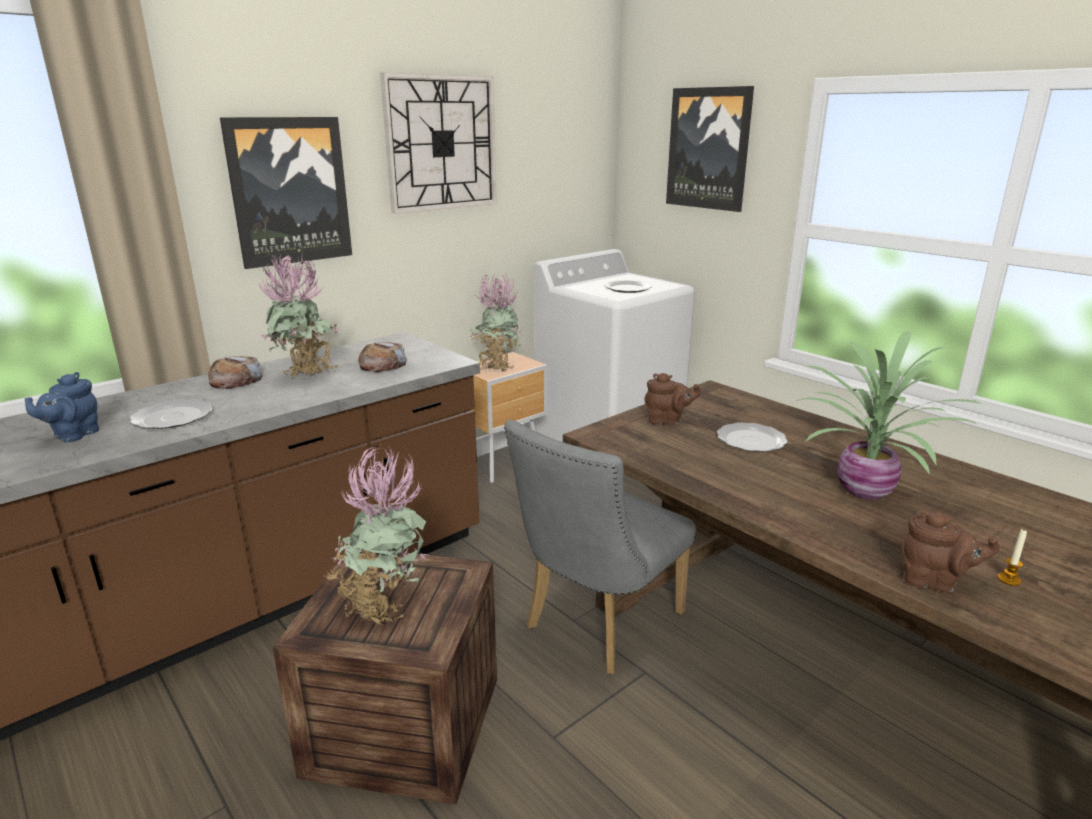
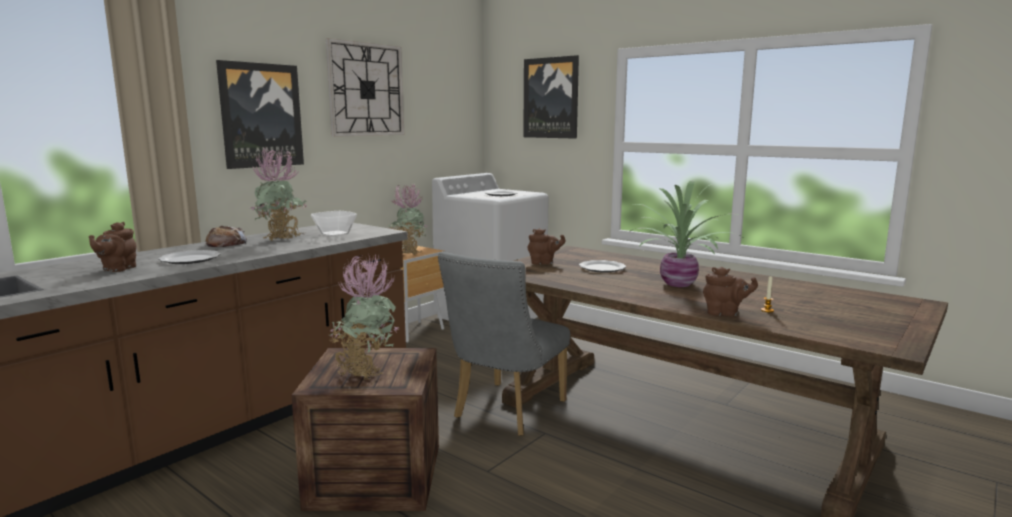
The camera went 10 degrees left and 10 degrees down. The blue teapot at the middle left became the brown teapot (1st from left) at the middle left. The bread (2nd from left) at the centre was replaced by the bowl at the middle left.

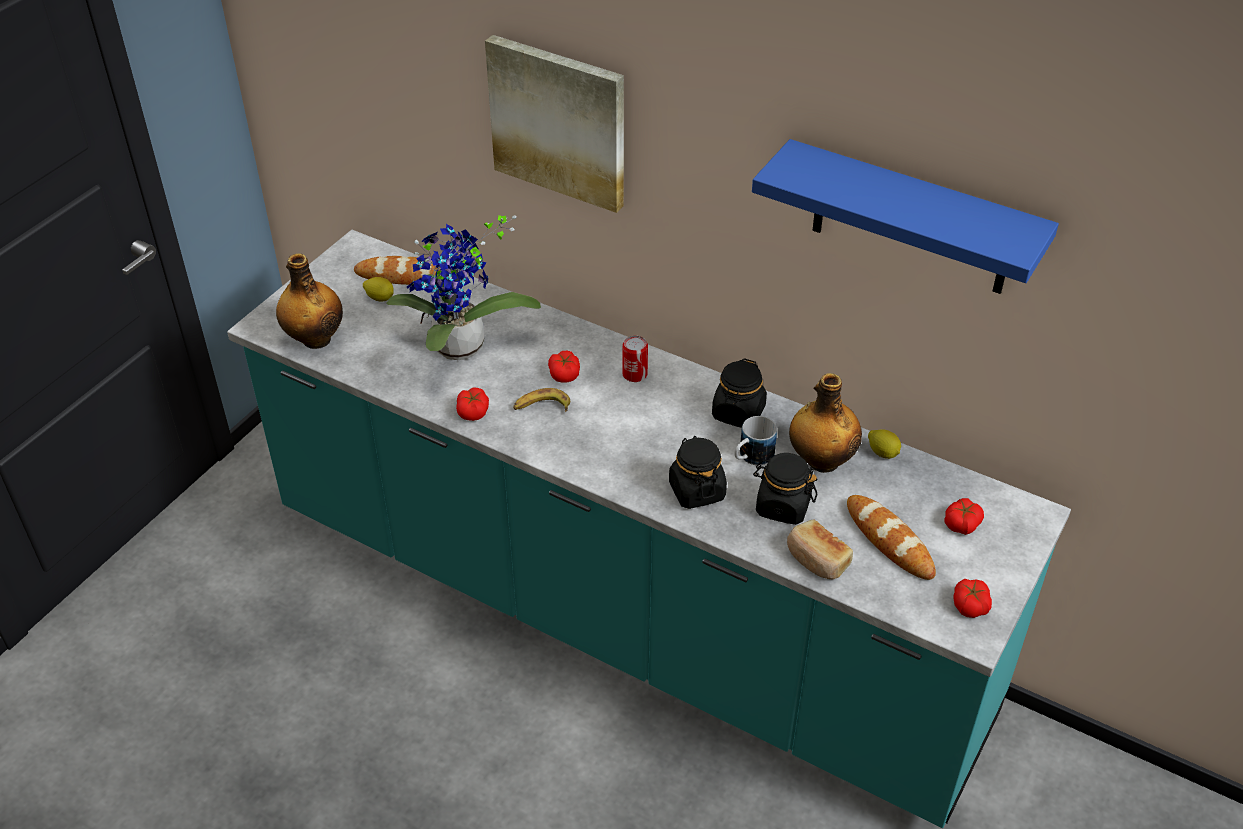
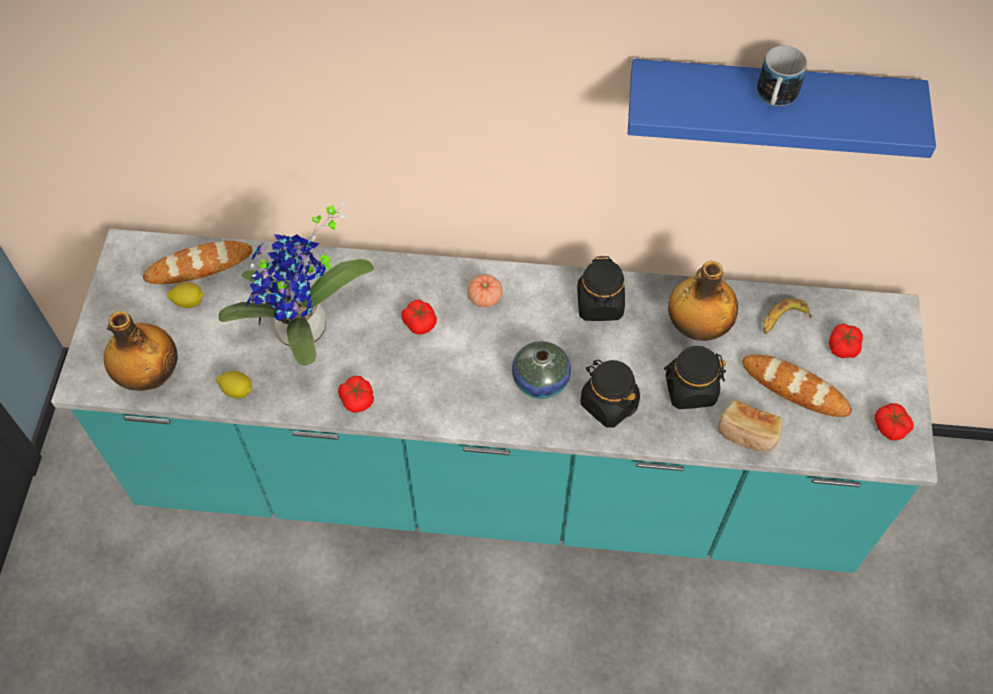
The camera went 25 degrees left and 15 degrees up. The picture at the top centre disappeared. The banana moved from the centre to the middle right. The can at the centre was replaced by the tomato (3rd from left) at the centre. The mug moved from the centre to the top right. The lemon (2nd from left) moved from the middle right to the middle left. The vase at the centre appeared.

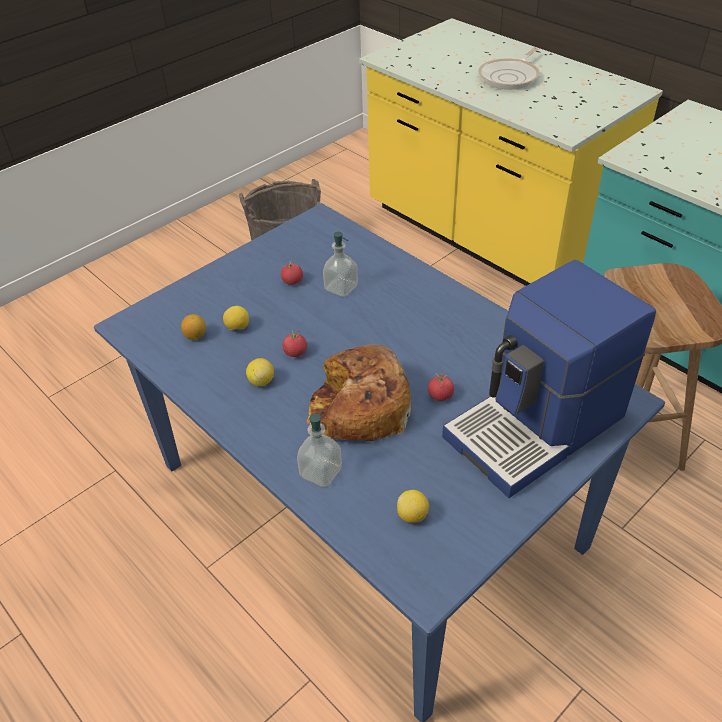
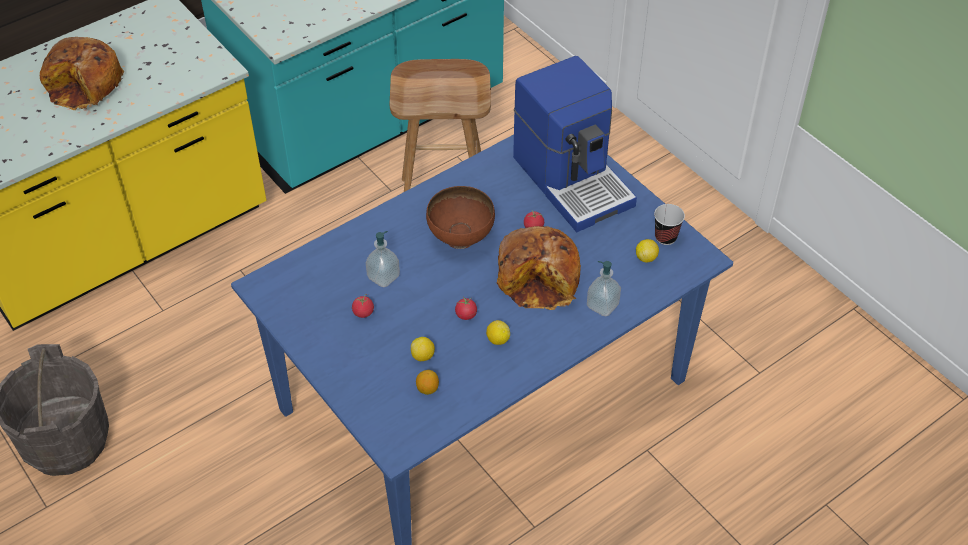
The camera went 85 degrees left and 5 degrees up. The frying pan at the top right was replaced by the bread (1st from left) at the top left. The brown bowl at the centre appeared. The cup at the middle right appeared.

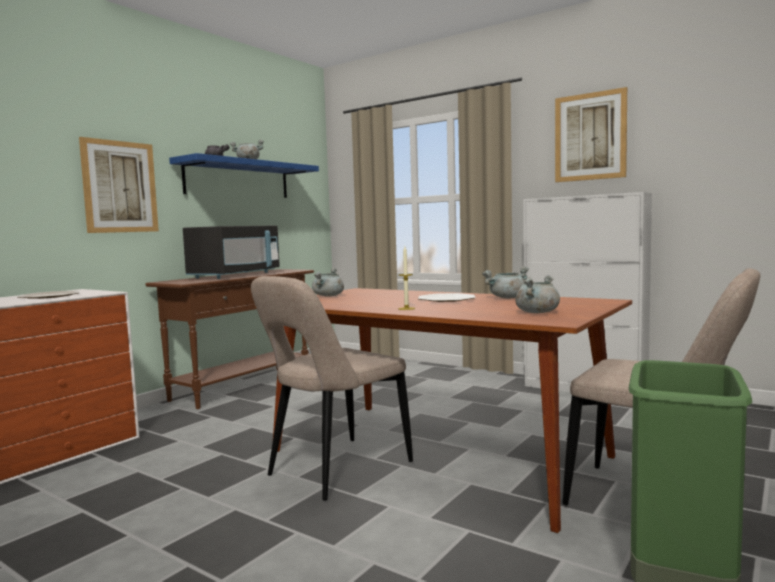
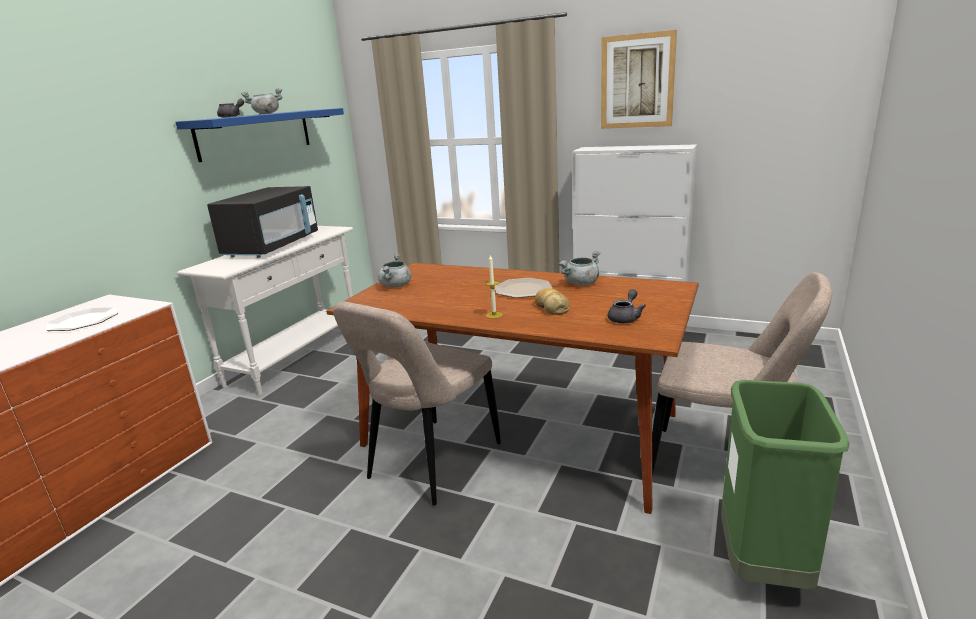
The camera went 10 degrees left and 15 degrees up. The picture (1st from left) at the top left disappeared. The brown console table at the middle left became the white console table at the middle left. The grey cooking pot (4th from left) at the middle right was replaced by the grey teapot (2nd from left) at the centre. The bread at the centre appeared.

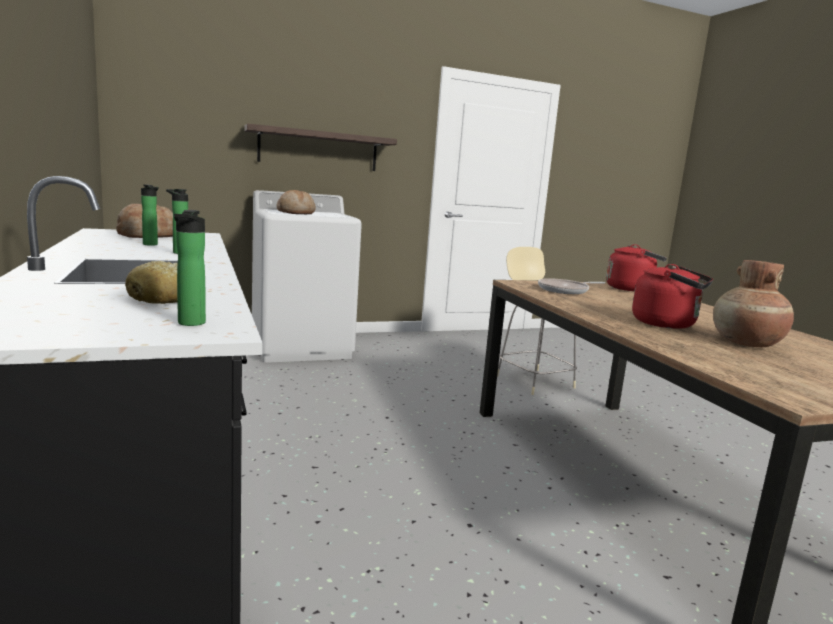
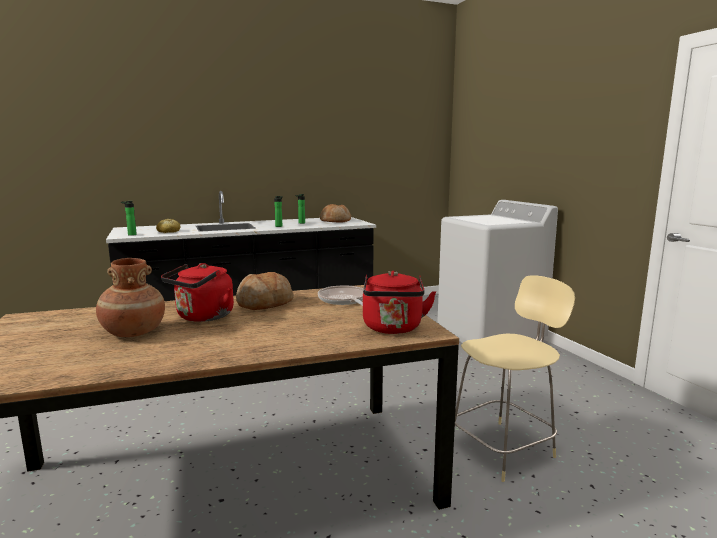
The camera went 90 degrees right and 0 degrees up. The shelf at the top centre disappeared. The bread (3rd from left in the first image) moved from the top centre to the centre.

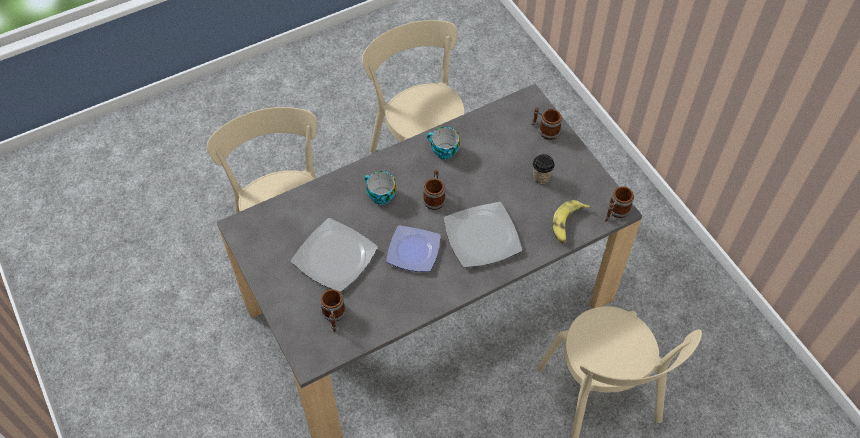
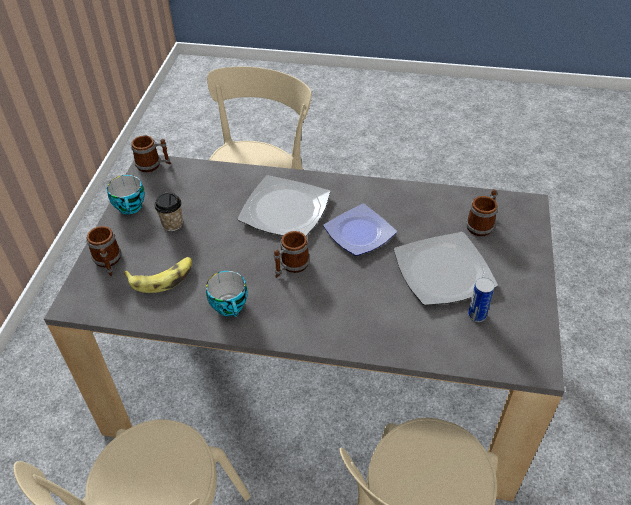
The camera went 140 degrees left and 10 degrees down. The cup (1st from left) moved from the centre to the middle left. The banana moved from the centre to the middle left. The can at the middle right appeared.

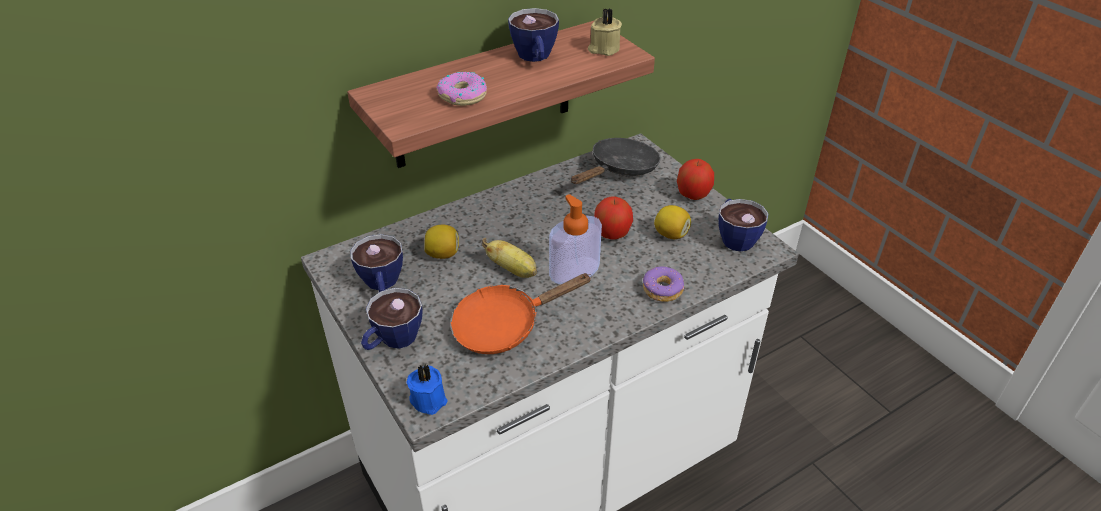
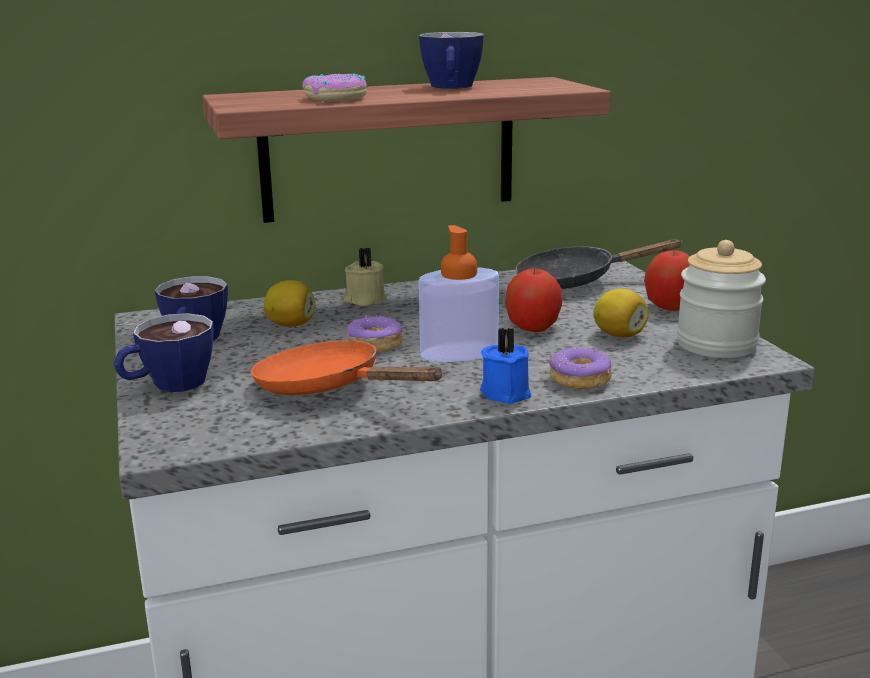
The camera went 15 degrees right and 20 degrees down. The blue candle moved from the bottom centre to the centre. The orange frying pan at the centre turned 45 degrees clockwise. The banana at the centre was replaced by the donut (2nd from left) at the centre. The black frying pan at the top centre turned 150 degrees counterclockwise. The beige candle moved from the top centre to the centre. The cup (4th from left) at the middle right was replaced by the jar at the middle right.

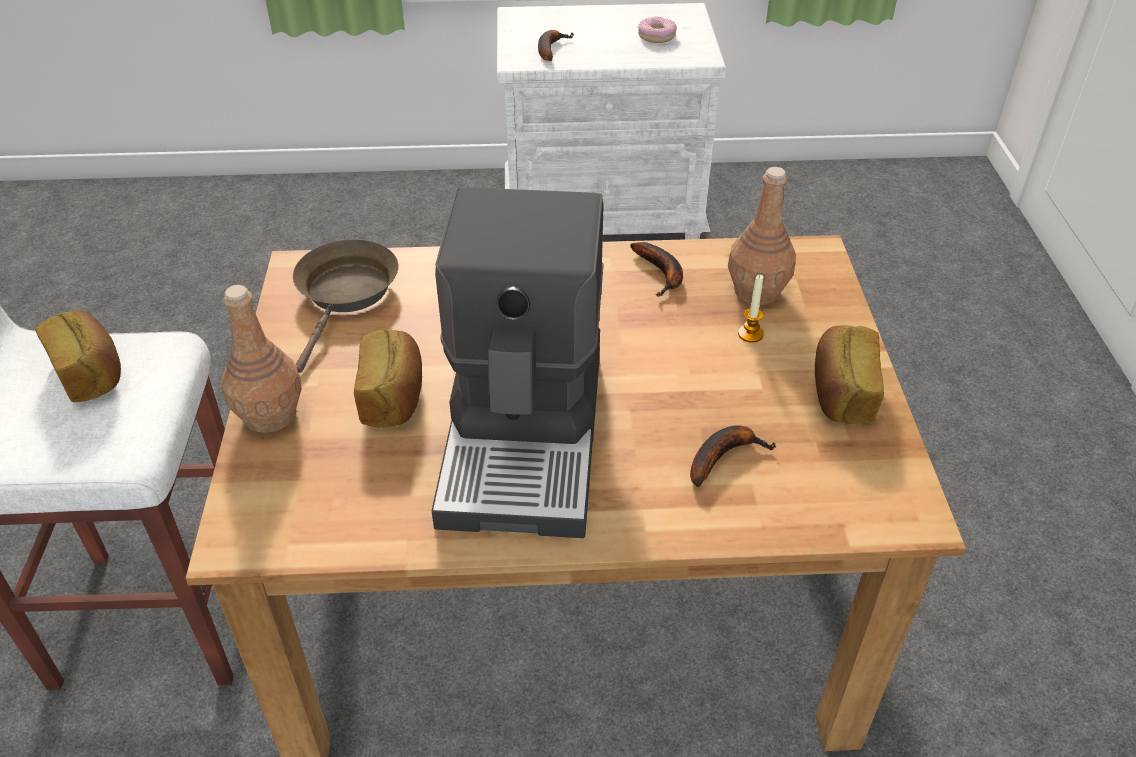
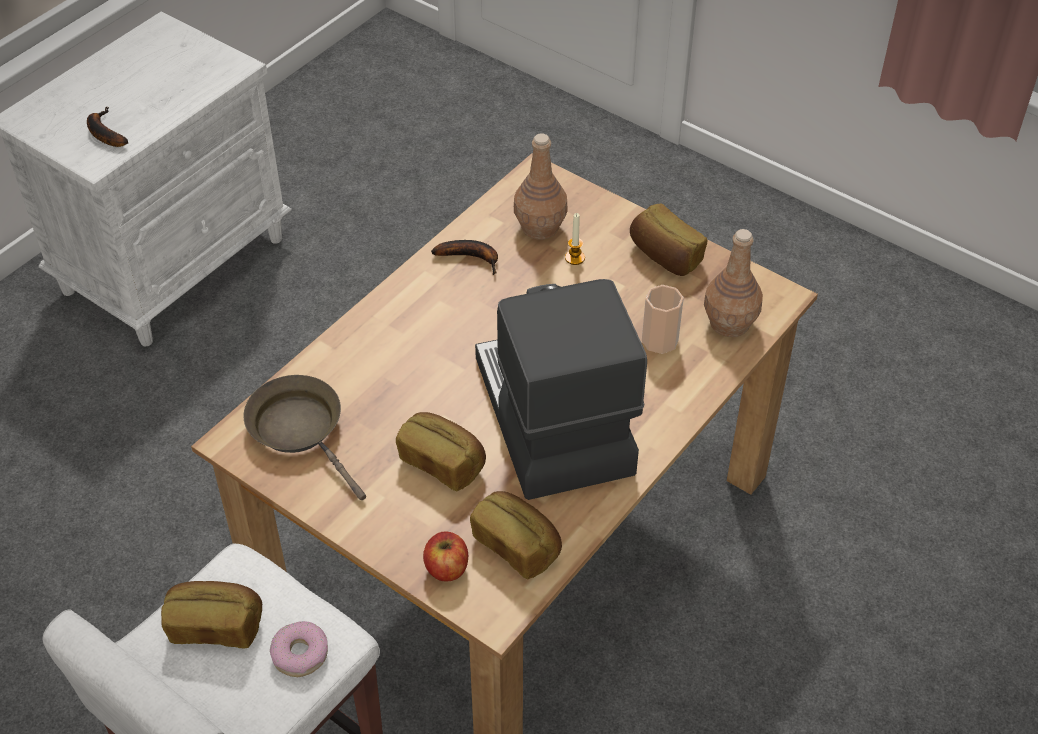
The camera went 50 degrees left and 5 degrees up. The brown bottle (1st from left in the first image) moved from the middle left to the middle right. The coffee machine at the centre turned 150 degrees counterclockwise. The donut moved from the top centre to the bottom left. The banana (3rd from left) at the centre was replaced by the cup at the centre. The apple at the bottom centre appeared. The bread (3rd from left) at the bottom centre appeared.

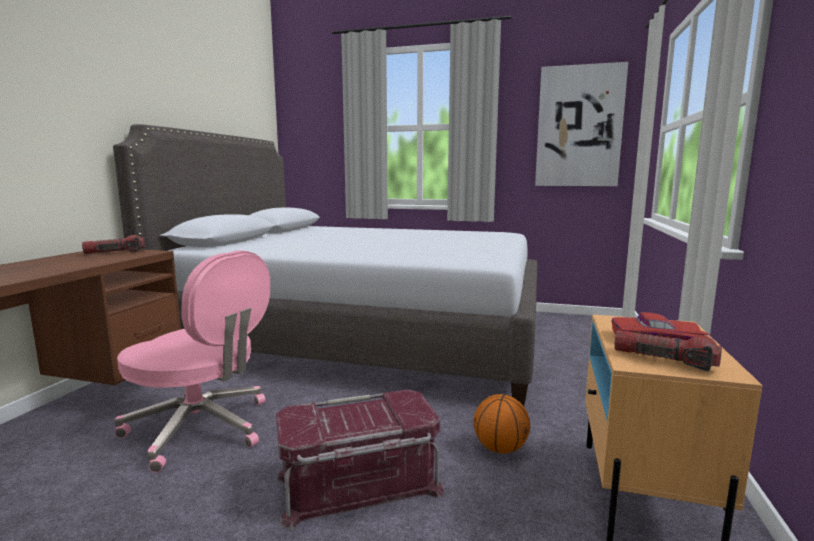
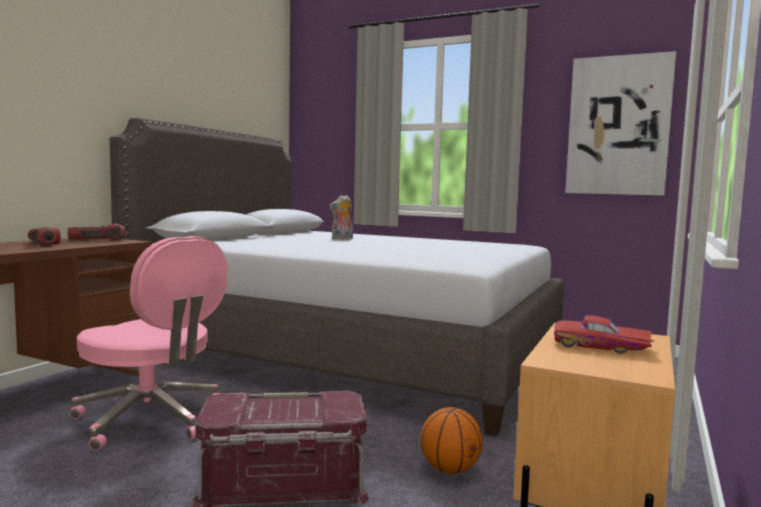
The camera went 10 degrees right and 5 degrees down. The flashlight (2nd from left in the first image) moved from the middle right to the middle left. The plush toy at the centre appeared.

